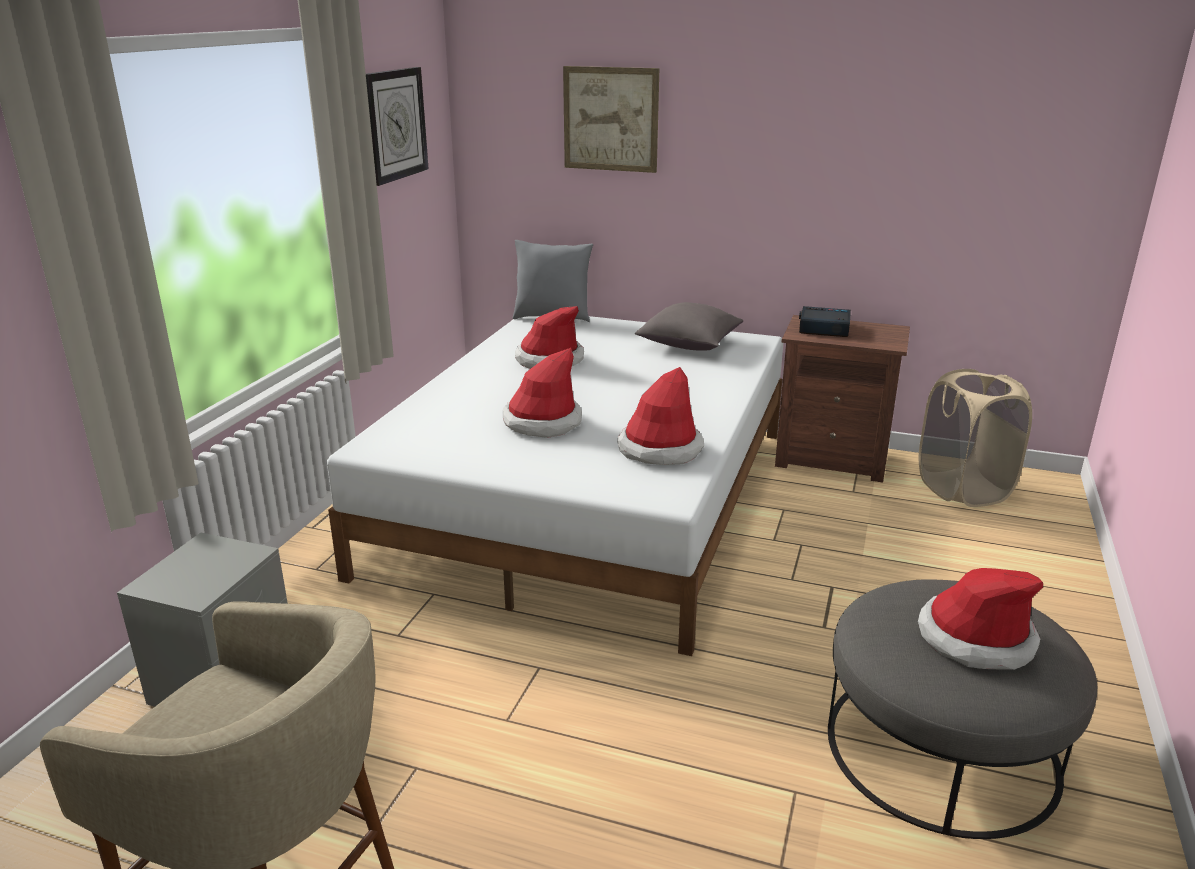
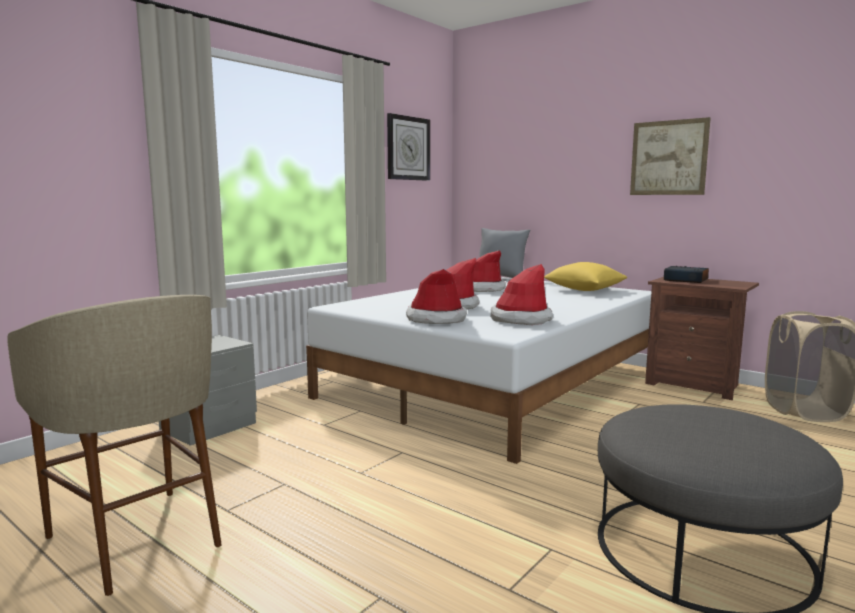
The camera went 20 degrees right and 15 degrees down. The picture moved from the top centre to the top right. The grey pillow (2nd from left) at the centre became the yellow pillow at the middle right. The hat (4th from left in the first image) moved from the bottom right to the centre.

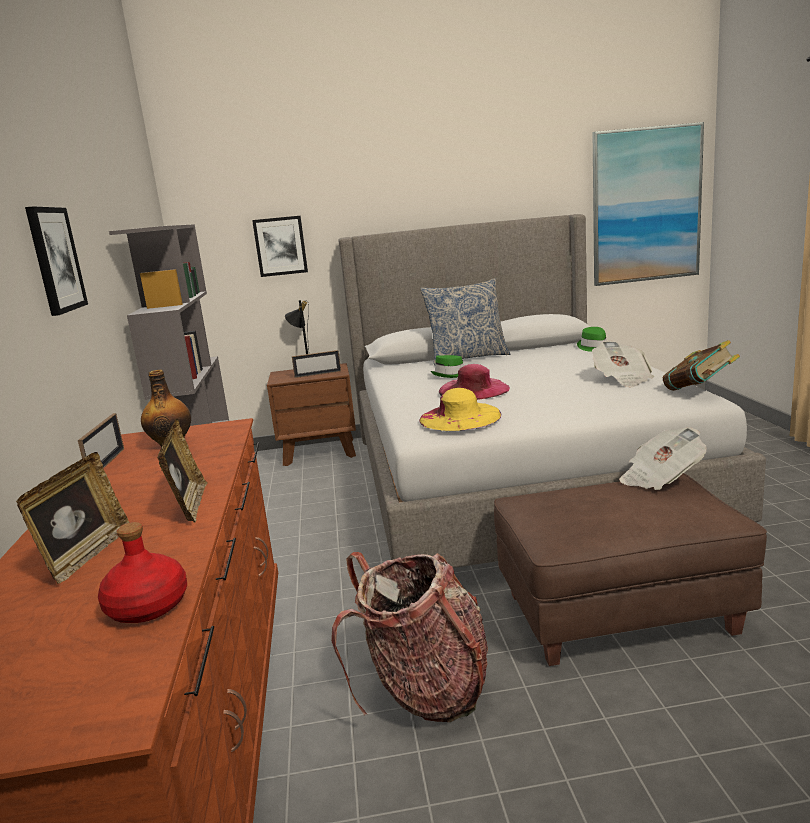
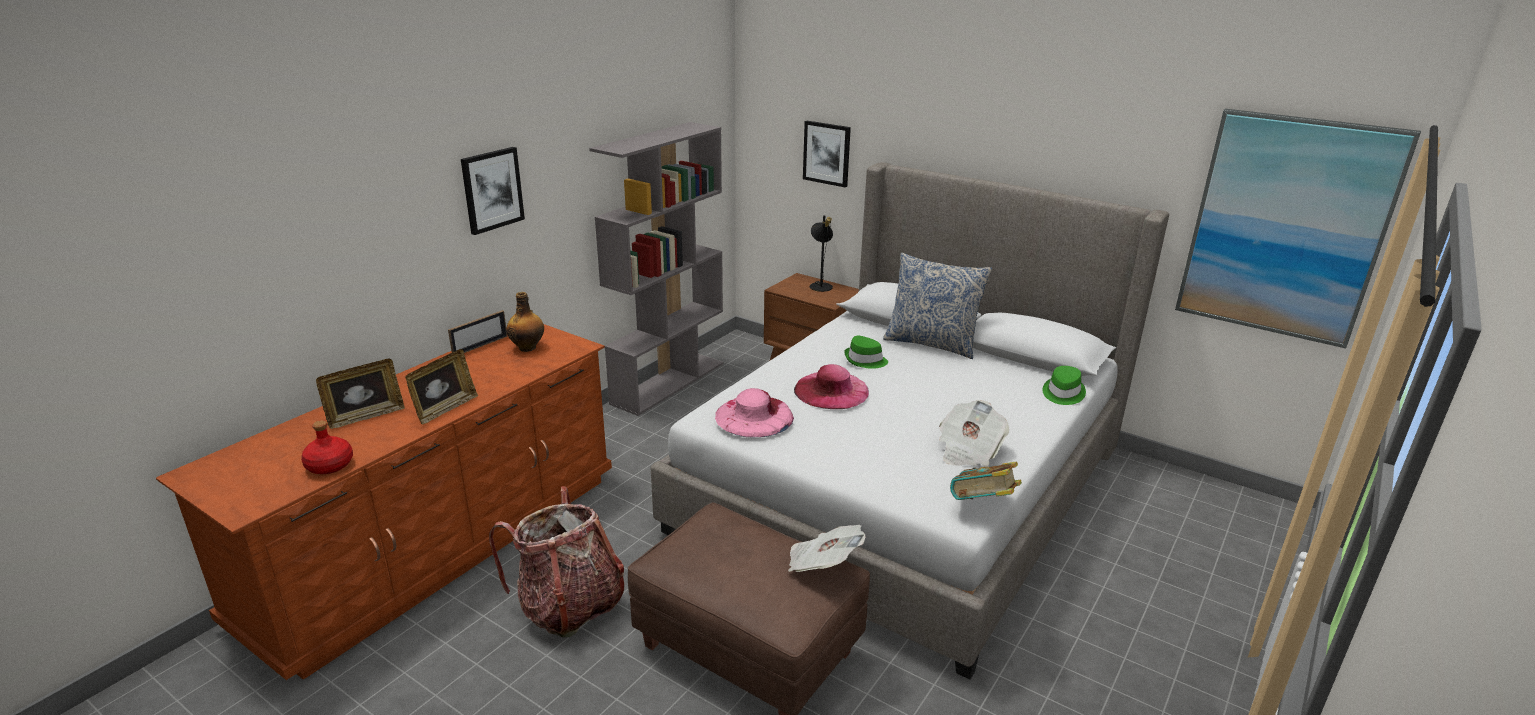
The camera went 40 degrees right and 10 degrees up. The picture frame (4th from left) at the centre disappeared. The yellow hat at the centre became the pink hat (1st from left) at the centre.

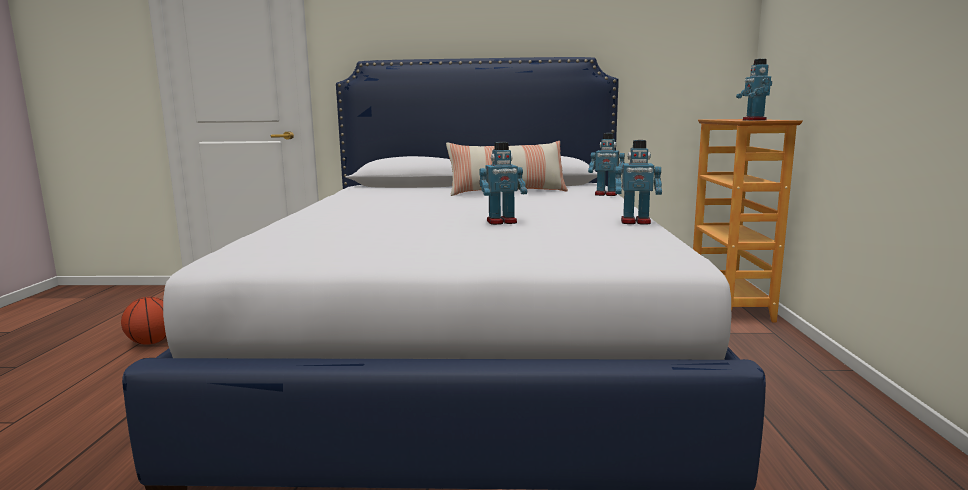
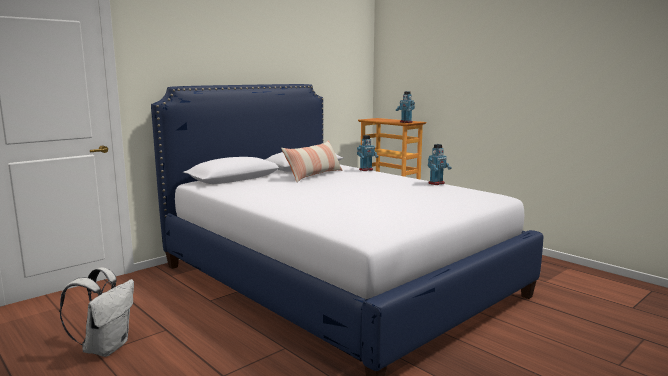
The camera went 45 degrees left and 0 degrees up. The basketball at the middle left was replaced by the white backpack at the bottom left. The toy robot (1st from left) at the centre disappeared.

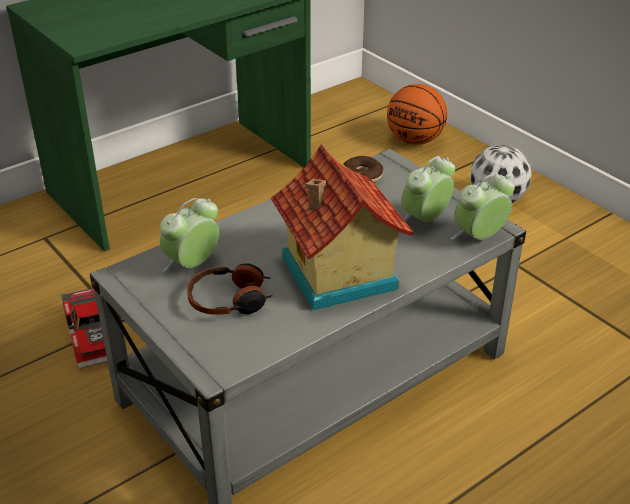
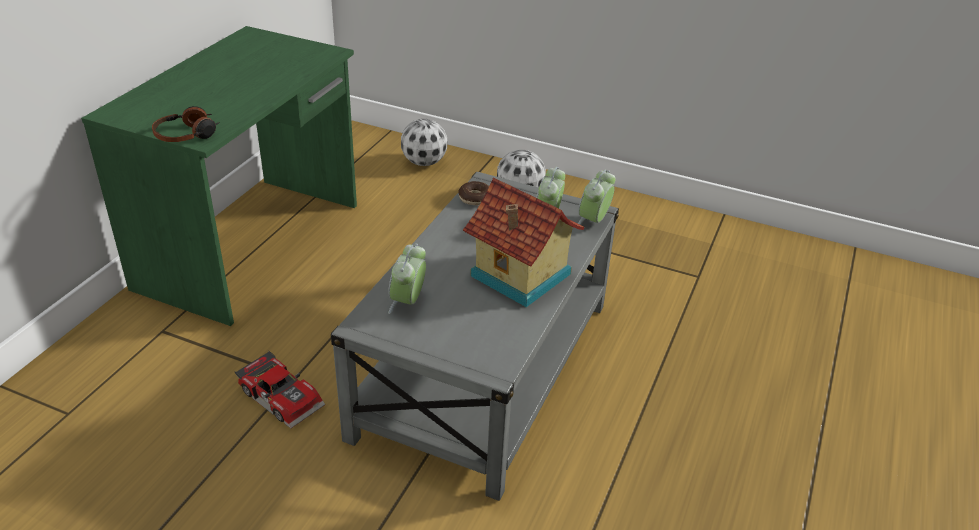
The camera went 30 degrees left and 0 degrees up. The headphones moved from the centre to the top left. The basketball at the top centre was replaced by the football (1st from left) at the top centre.

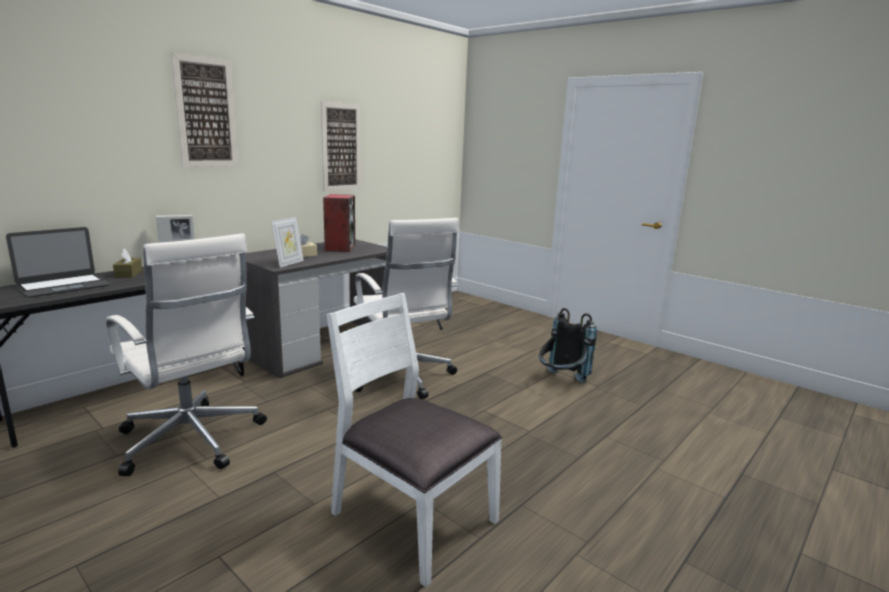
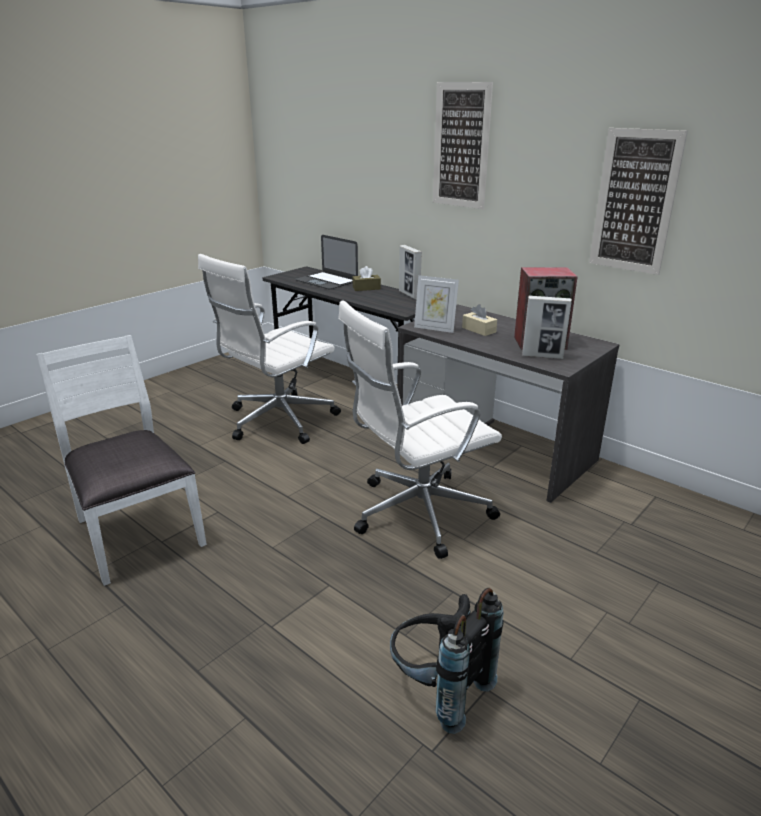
The camera went 90 degrees right and 10 degrees up. The white chair at the bottom centre turned 75 degrees counterclockwise. The picture frame (3rd from left) at the middle right appeared.

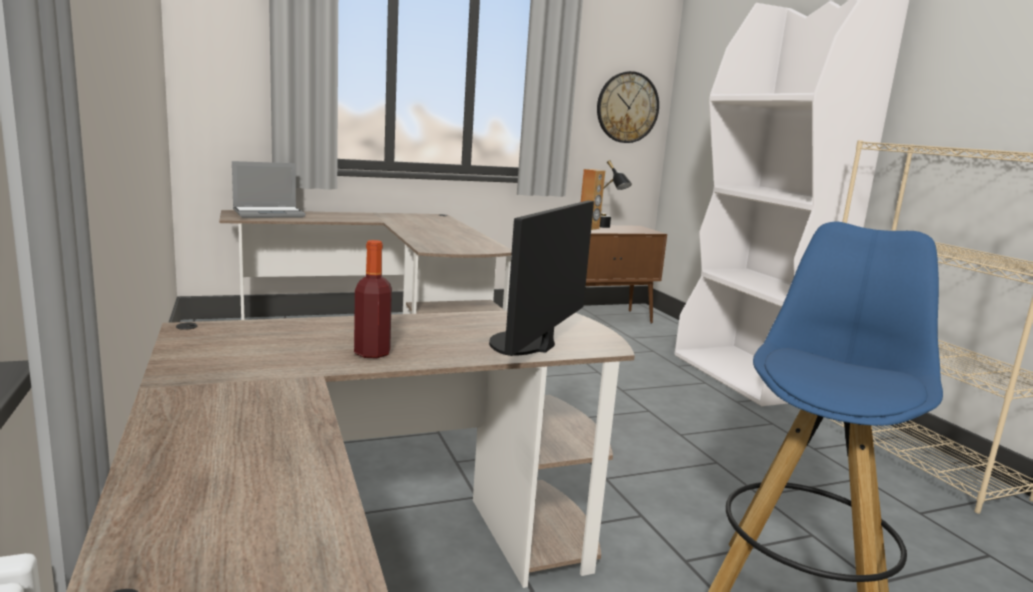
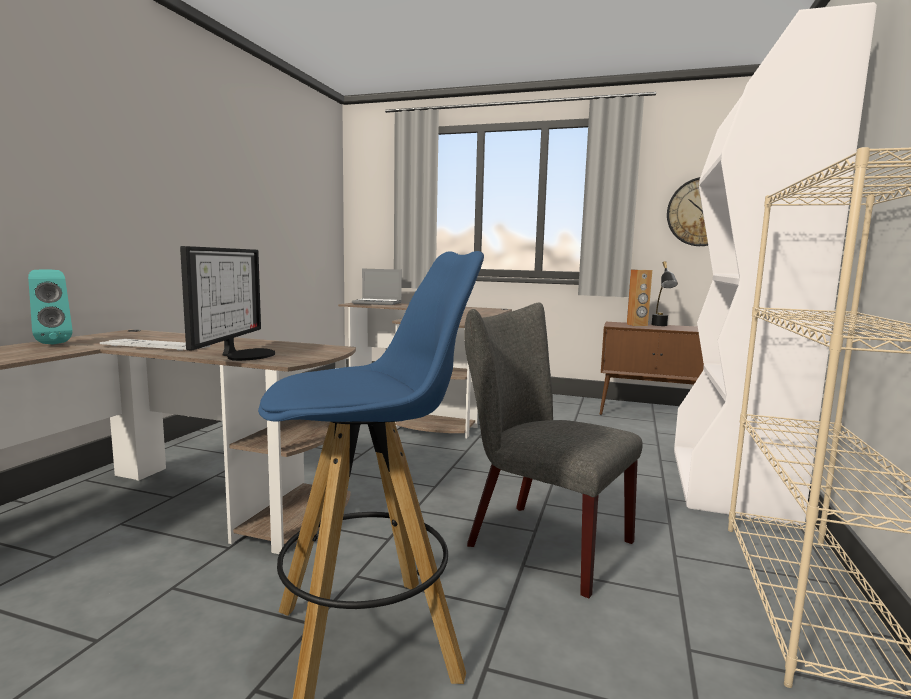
The camera went 40 degrees right and 5 degrees down. The bottle at the centre was replaced by the keyboard at the middle left. The monitor at the centre turned 120 degrees clockwise. The turquoise speaker at the middle left appeared. The grey chair at the centre appeared.

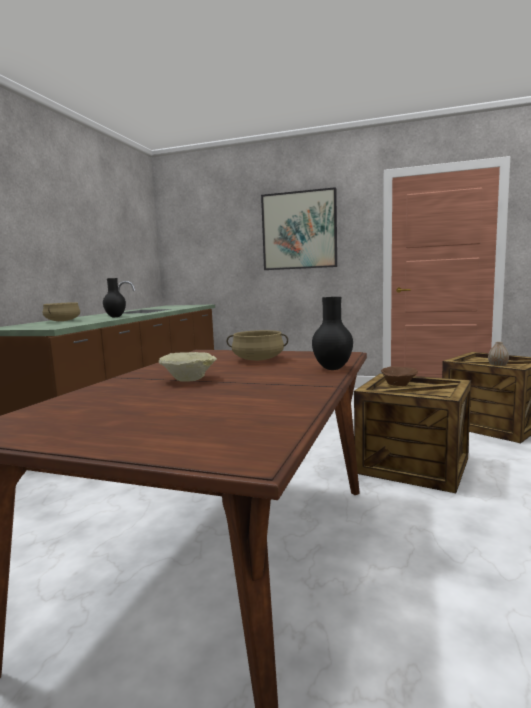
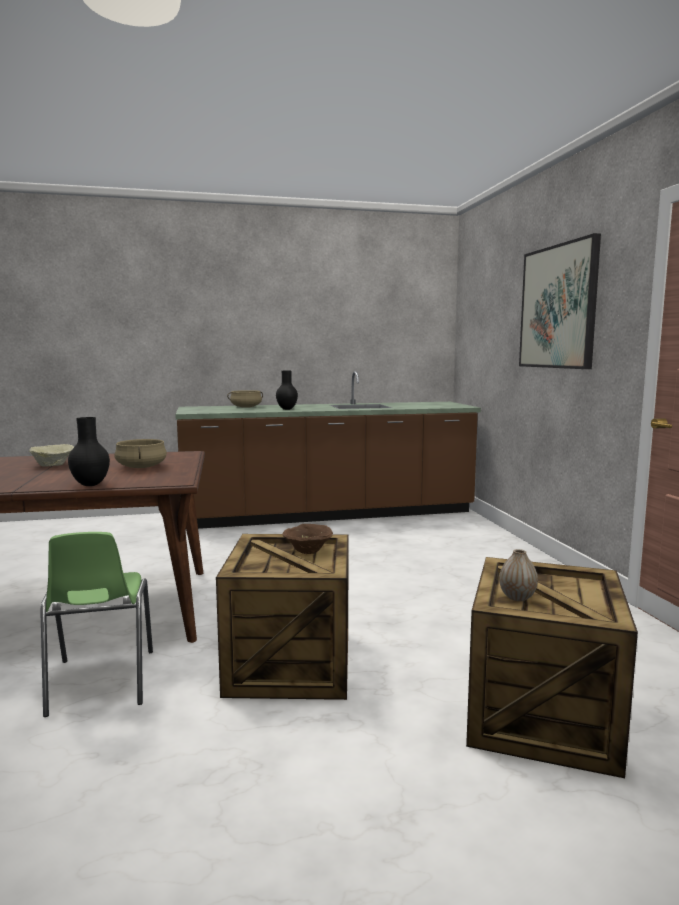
The camera went 60 degrees right and 0 degrees up. The green chair at the bottom left appeared.

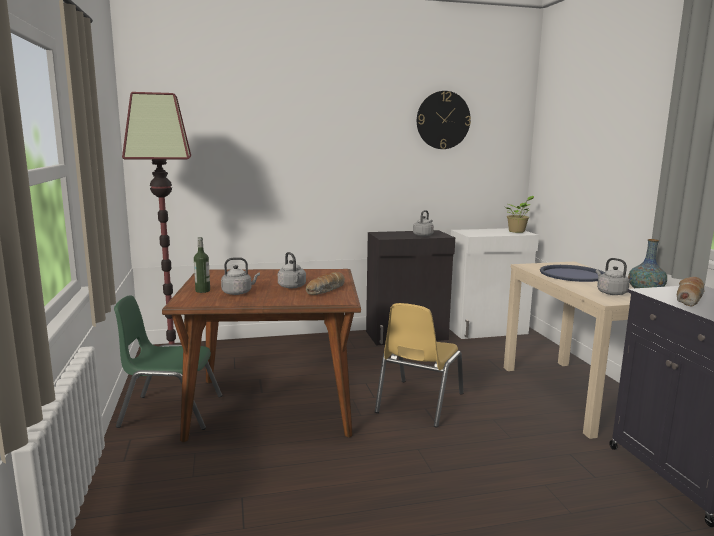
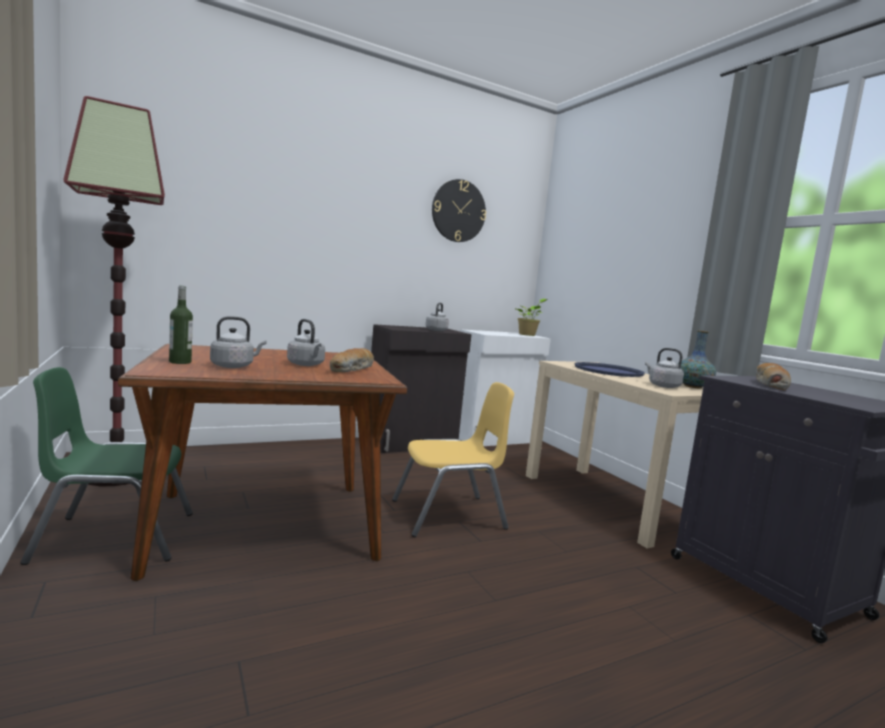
The camera went 15 degrees left and 5 degrees down. The yellow chair at the bottom centre turned 120 degrees counterclockwise.

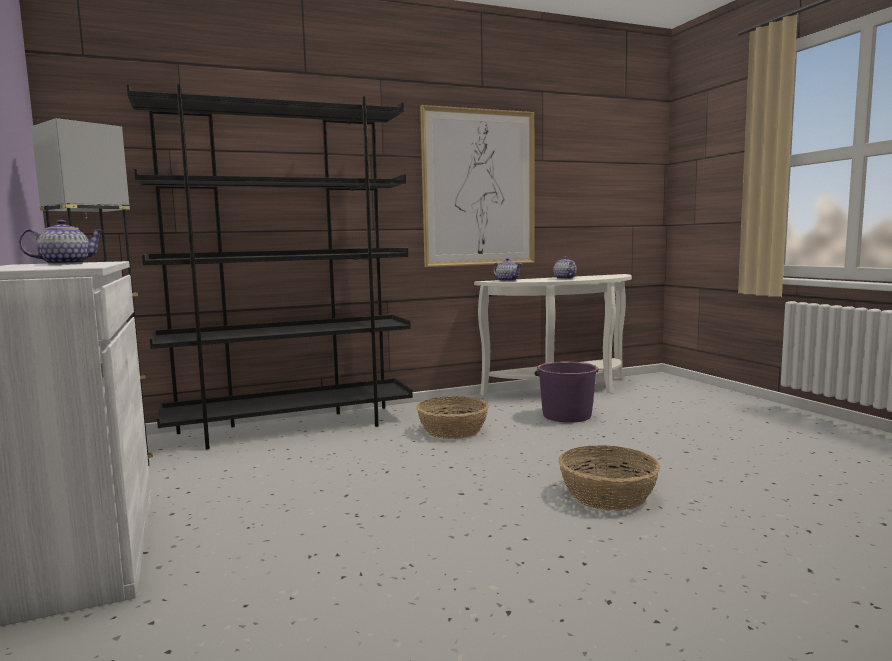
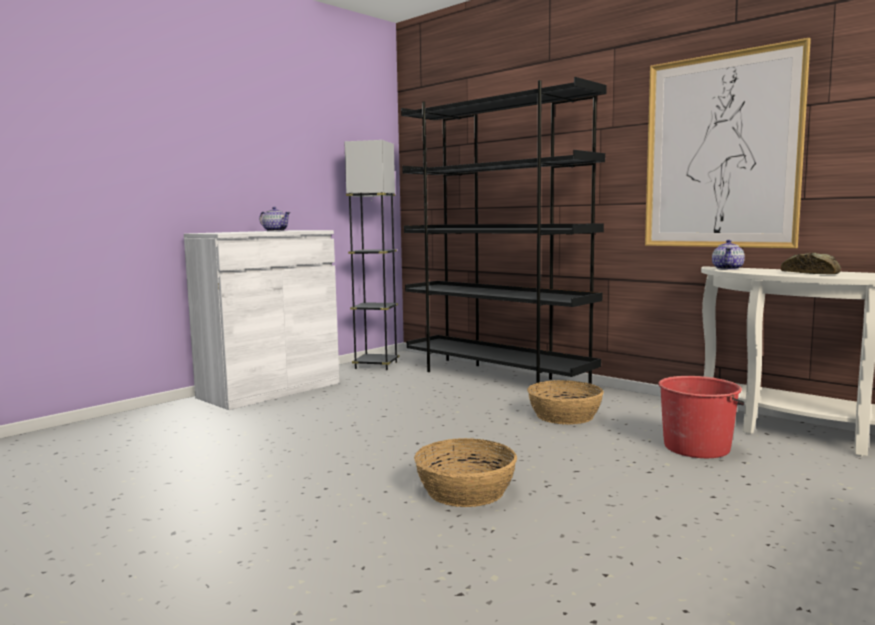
The camera went 65 degrees right and 0 degrees up. The purple bucket at the centre became the red bucket at the bottom right. The teapot (3rd from left) at the centre was replaced by the bread at the middle right.

